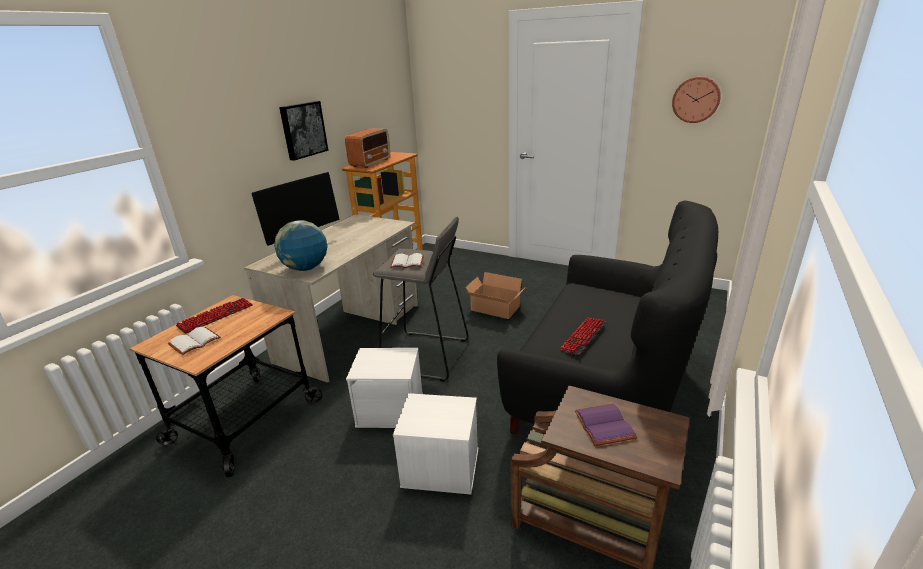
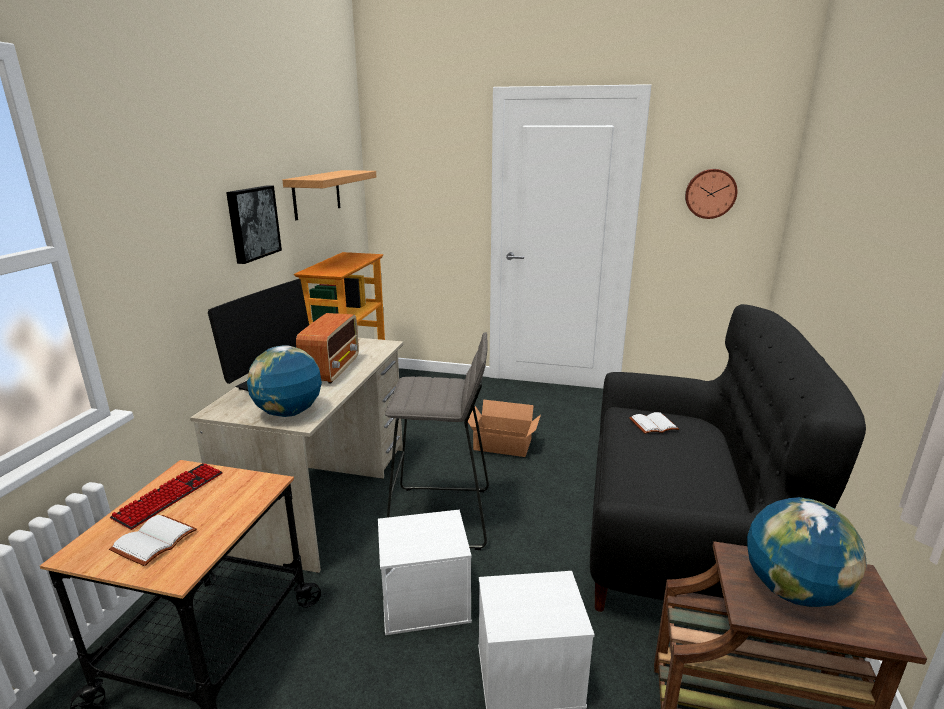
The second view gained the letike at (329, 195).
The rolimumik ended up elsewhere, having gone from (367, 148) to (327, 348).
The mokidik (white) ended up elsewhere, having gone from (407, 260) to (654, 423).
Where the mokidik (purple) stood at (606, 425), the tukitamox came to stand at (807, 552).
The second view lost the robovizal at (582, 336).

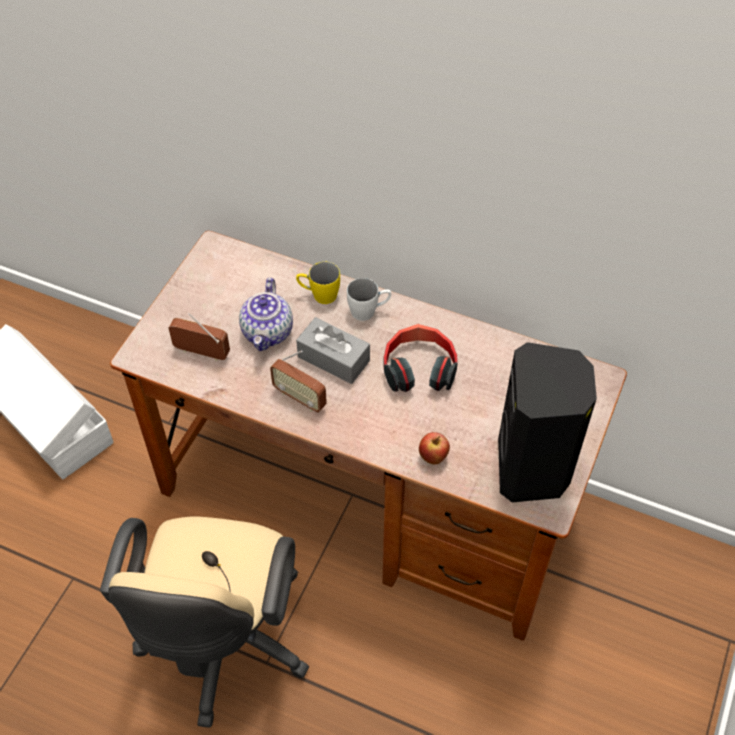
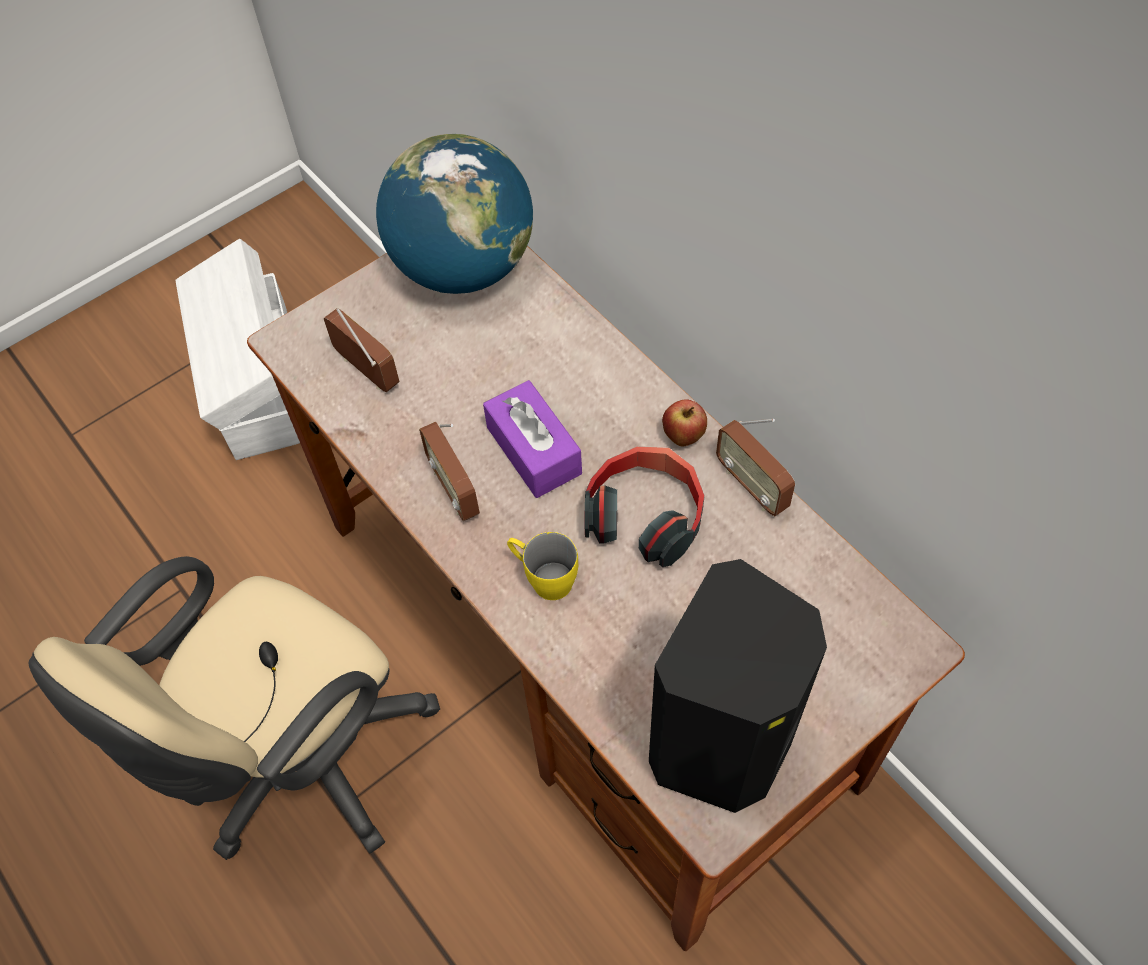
The second view gained the tukitamox at (454, 214).
What was the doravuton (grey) at (333, 350) turned into the doravuton (purple) at (532, 439).
The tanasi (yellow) ended up elsewhere, having gone from (318, 283) to (542, 566).
The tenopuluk ended up elsewhere, having gone from (434, 448) to (684, 422).
The second view gained the rolimumik at (755, 467).
The second view lost the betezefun at (266, 314).
The second view lost the tanasi (white) at (369, 299).

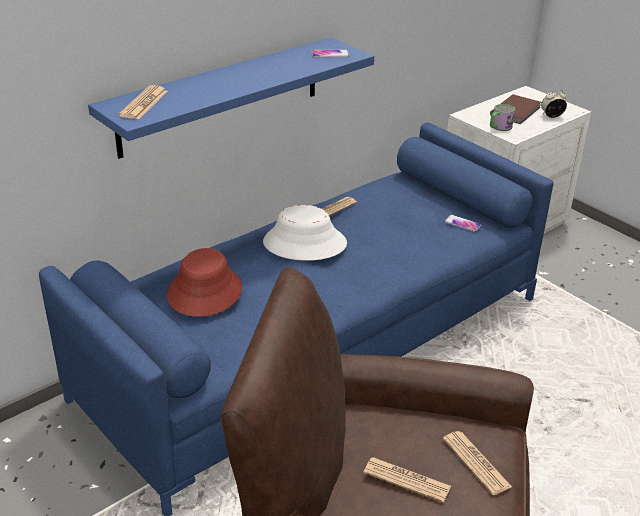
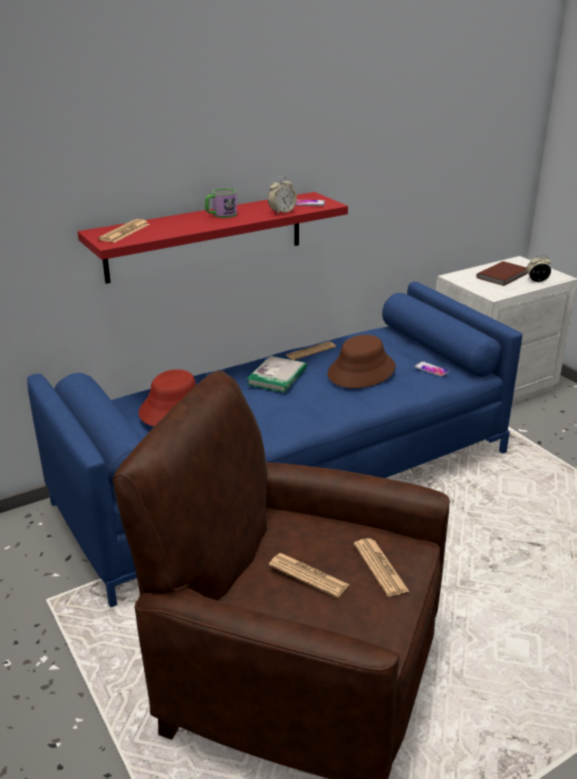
What was the letike (blue) at (231, 98) turned into the letike (red) at (213, 238).
The tanasi ended up elsewhere, having gone from (502, 117) to (221, 203).
Where the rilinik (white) stood at (305, 233), the mokidik came to stand at (277, 374).
The second view gained the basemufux at (282, 195).
The second view gained the rilinik (brown) at (361, 361).

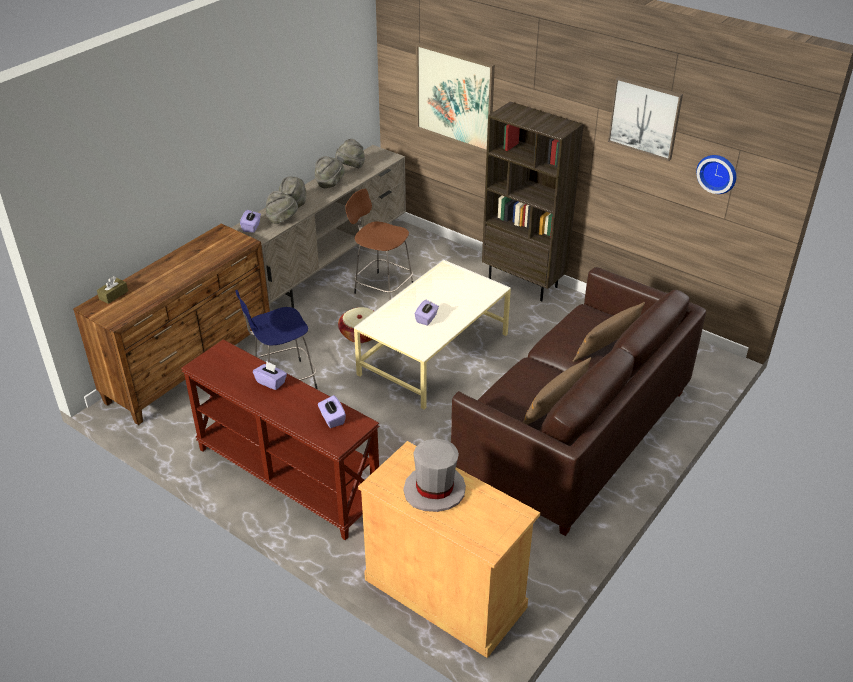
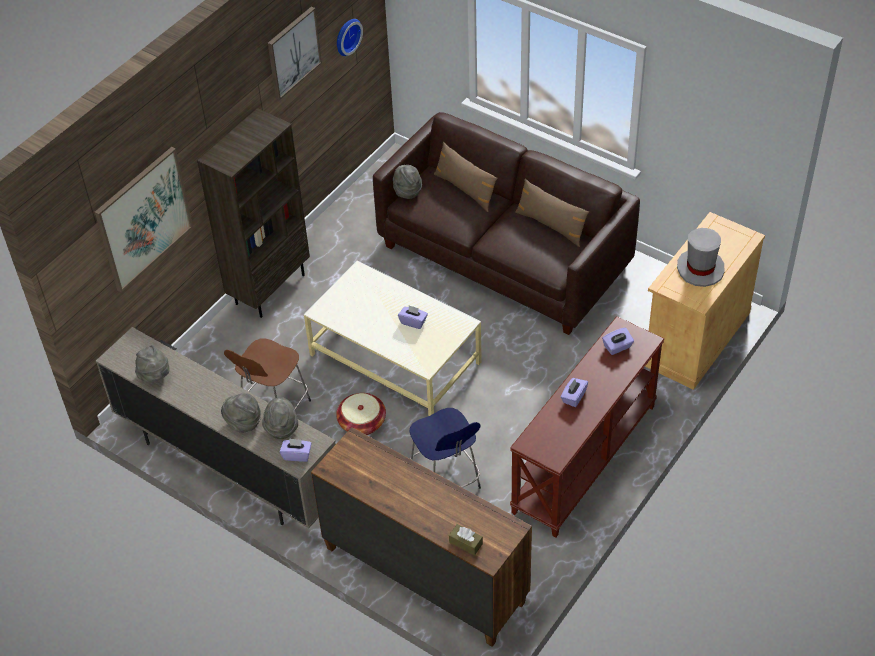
The rilinik (grey) ended up elsewhere, having gone from (330, 172) to (407, 182).

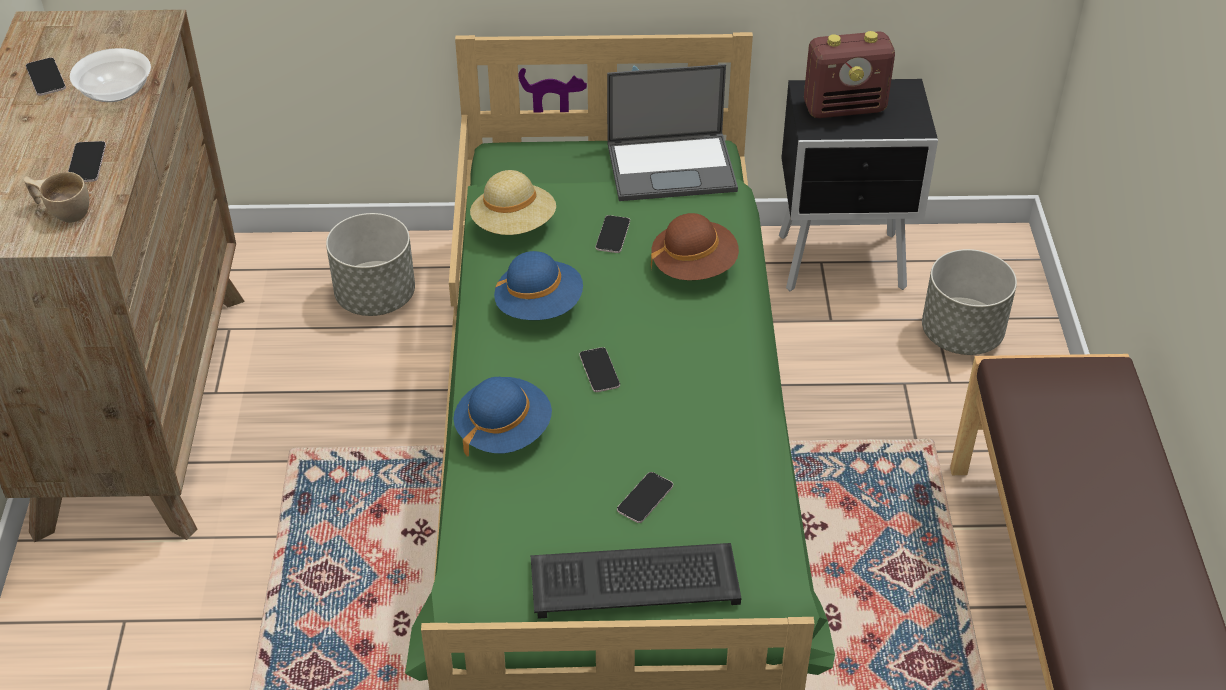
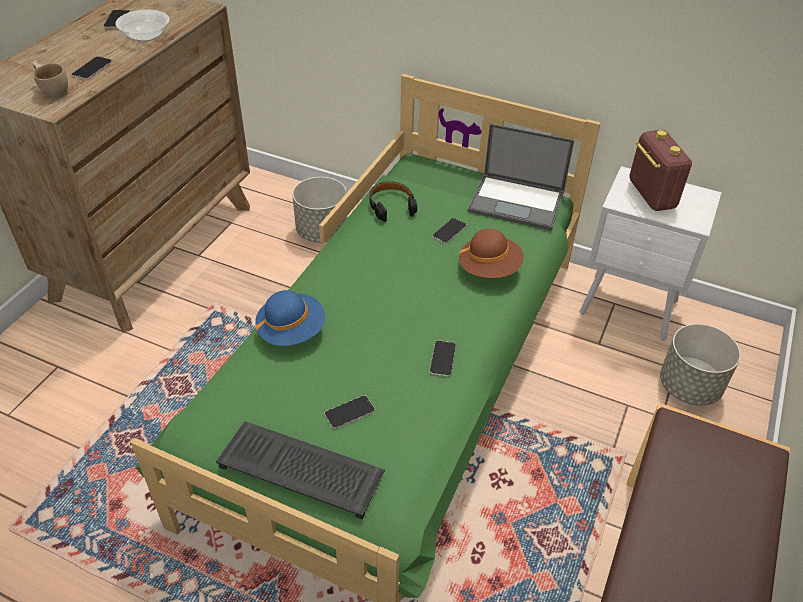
Where the rilinik (beige) stood at (513, 202), the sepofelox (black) came to stand at (393, 201).
The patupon ended up elsewhere, having gone from (599, 369) to (443, 358).
What was the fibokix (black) at (858, 185) turned into the fibokix (white) at (650, 253).
The rolimumik at (849, 74) ended up facing another way, 120 degrees counterclockwise from before.
The second view lost the rilinik (blue) at (538, 285).

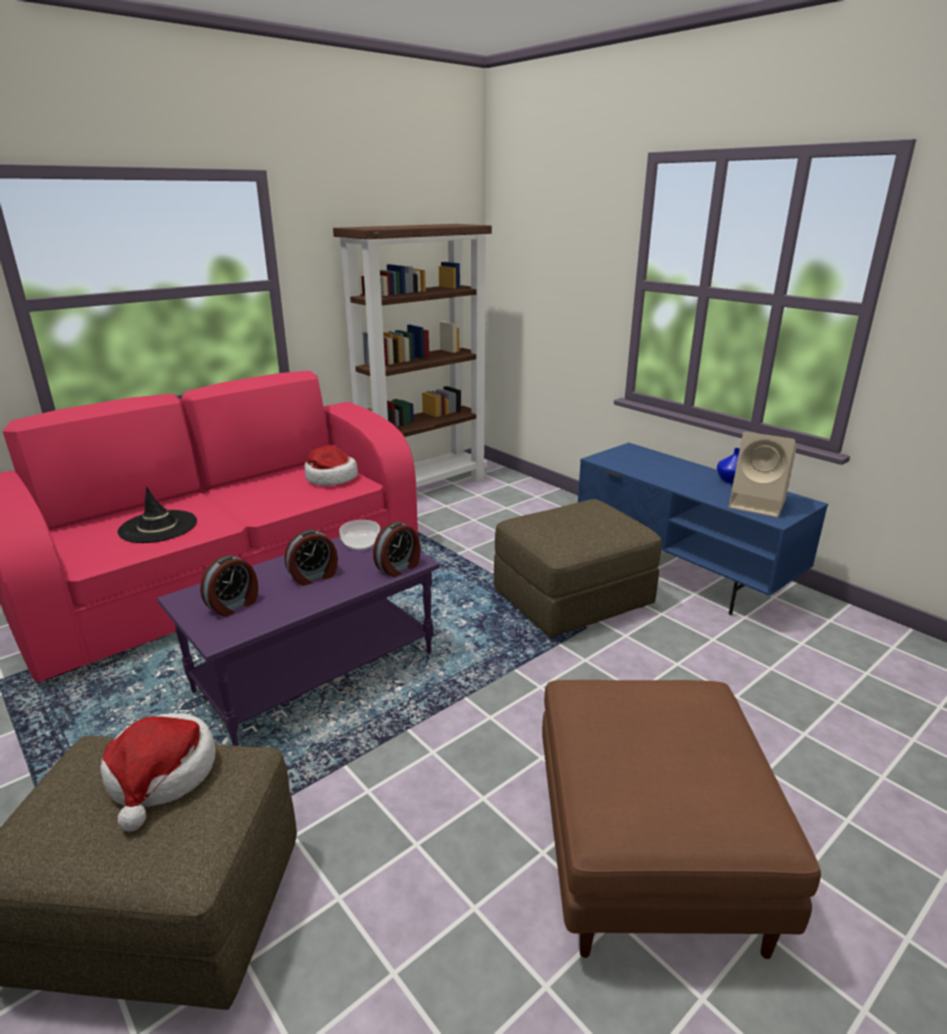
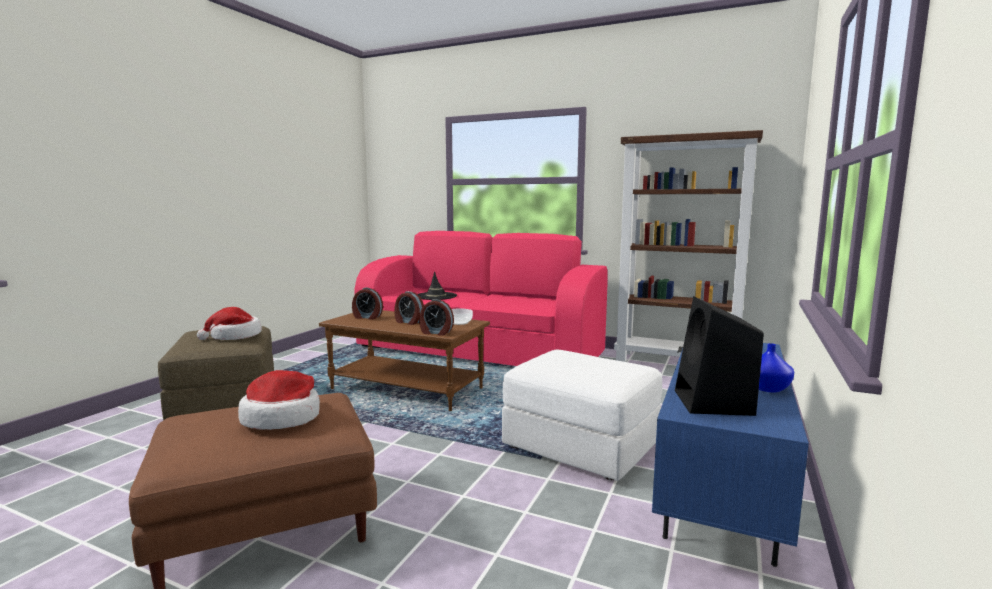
The rilinik ended up elsewhere, having gone from (331, 465) to (279, 400).
What was the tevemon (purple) at (298, 637) turned into the tevemon (brown) at (404, 360).
What was the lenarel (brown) at (578, 568) turned into the lenarel (white) at (582, 415).
What was the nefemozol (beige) at (763, 474) turned into the nefemozol (black) at (719, 356).

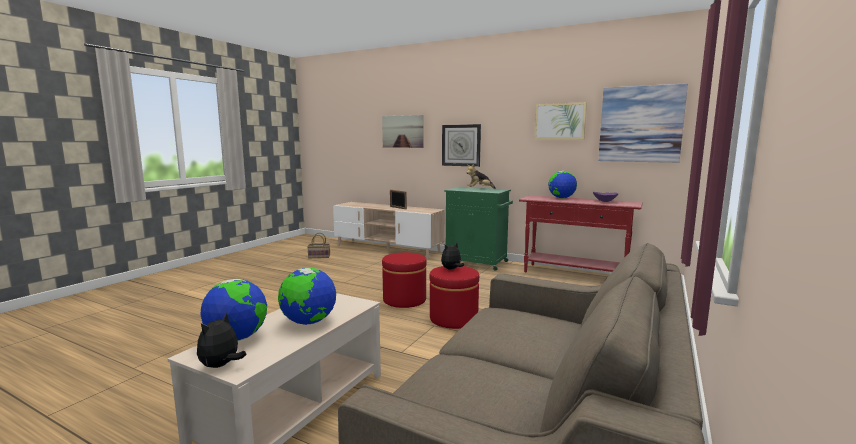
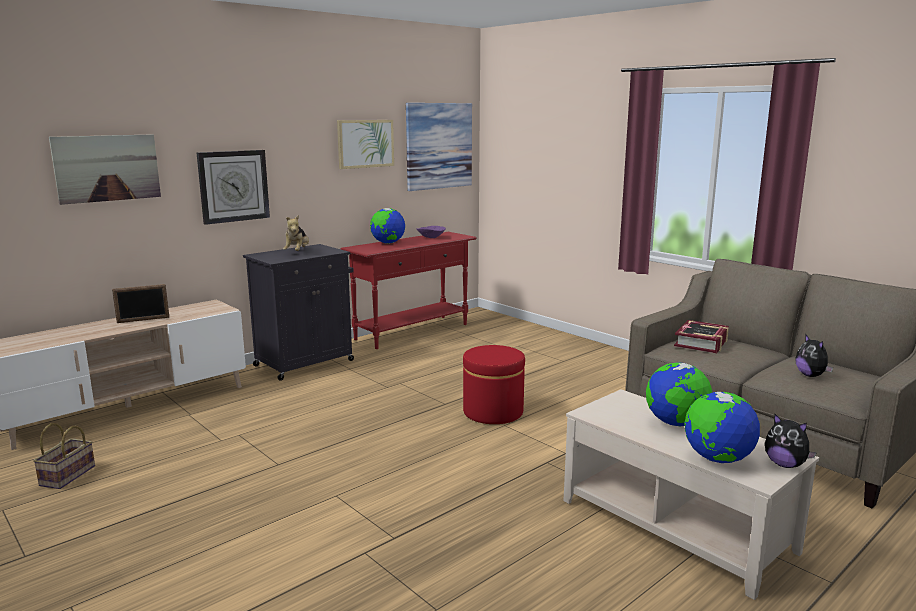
What was the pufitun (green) at (478, 229) turned into the pufitun (black) at (298, 312).
The second view gained the mokidik at (701, 336).
The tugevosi ended up elsewhere, having gone from (452, 256) to (814, 355).
The second view lost the lenarel (red) at (404, 280).

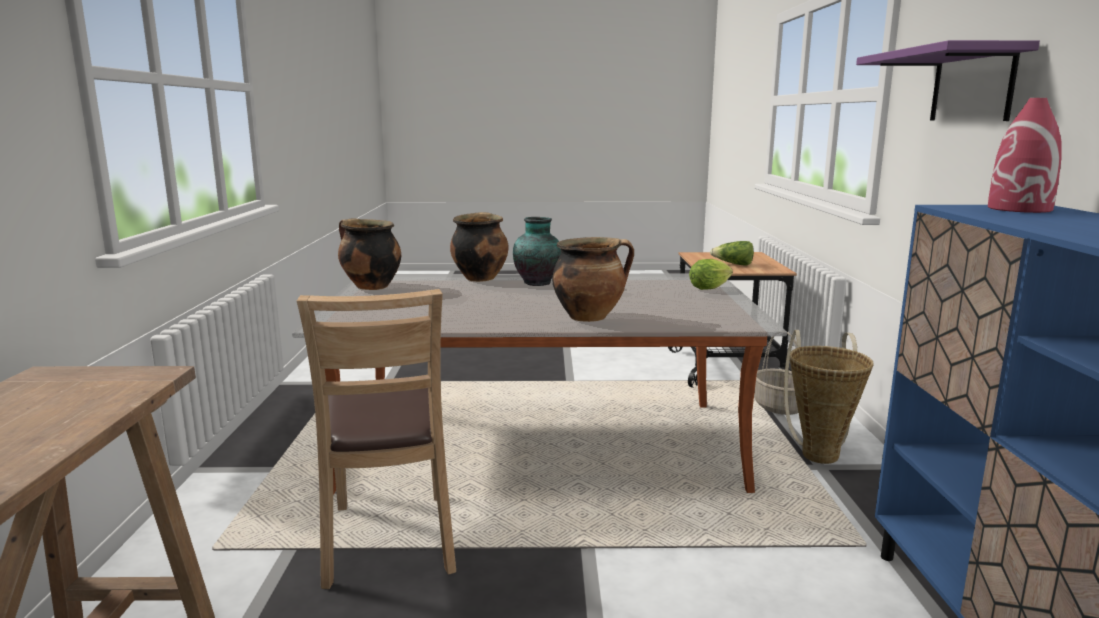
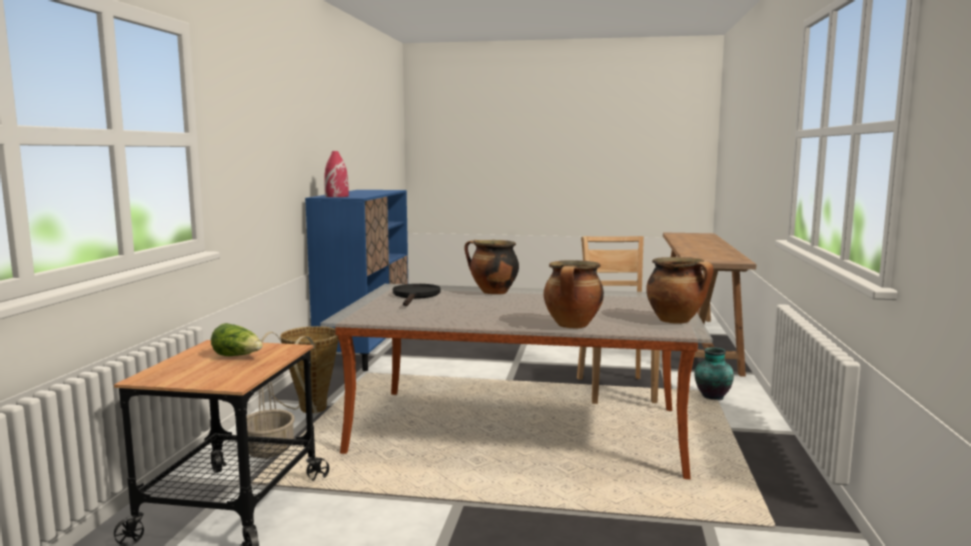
The second view gained the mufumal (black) at (417, 295).
The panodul ended up elsewhere, having gone from (537, 251) to (714, 373).
The second view lost the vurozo at (711, 274).
The second view lost the letike (purple) at (948, 80).

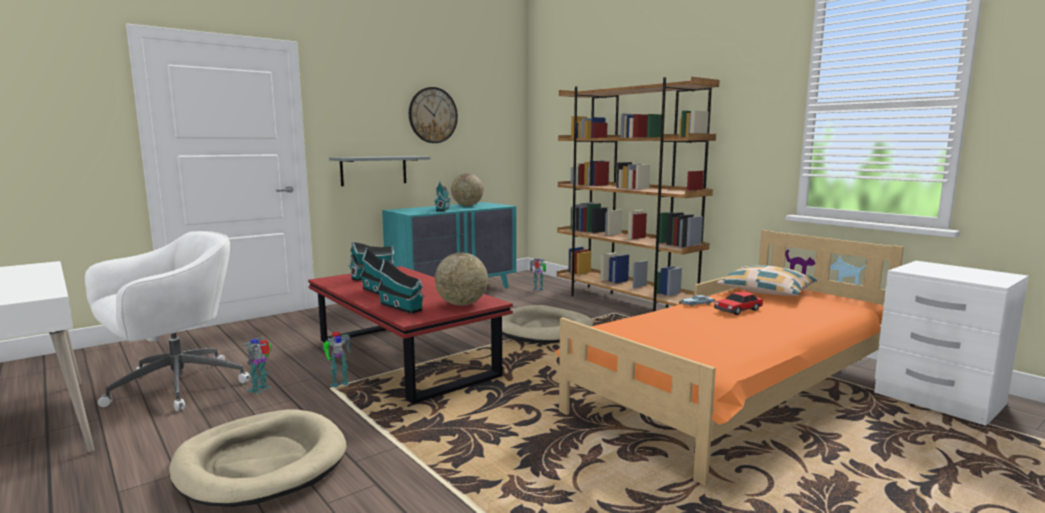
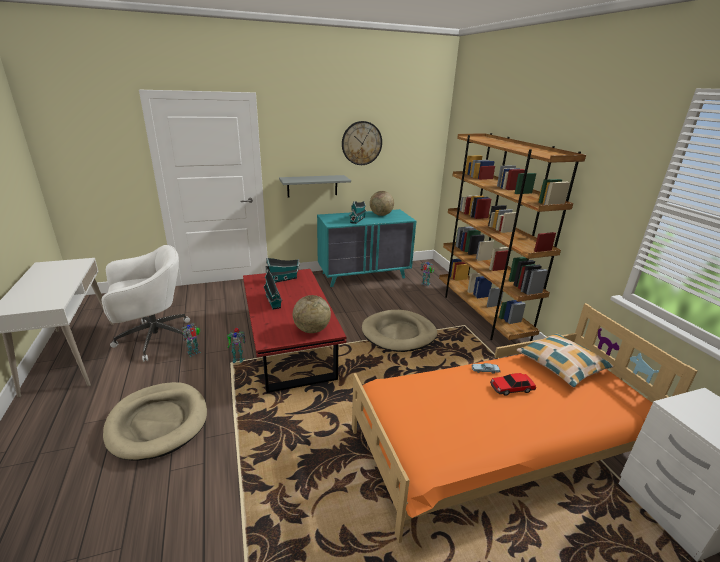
The second view lost the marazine at (401, 286).

